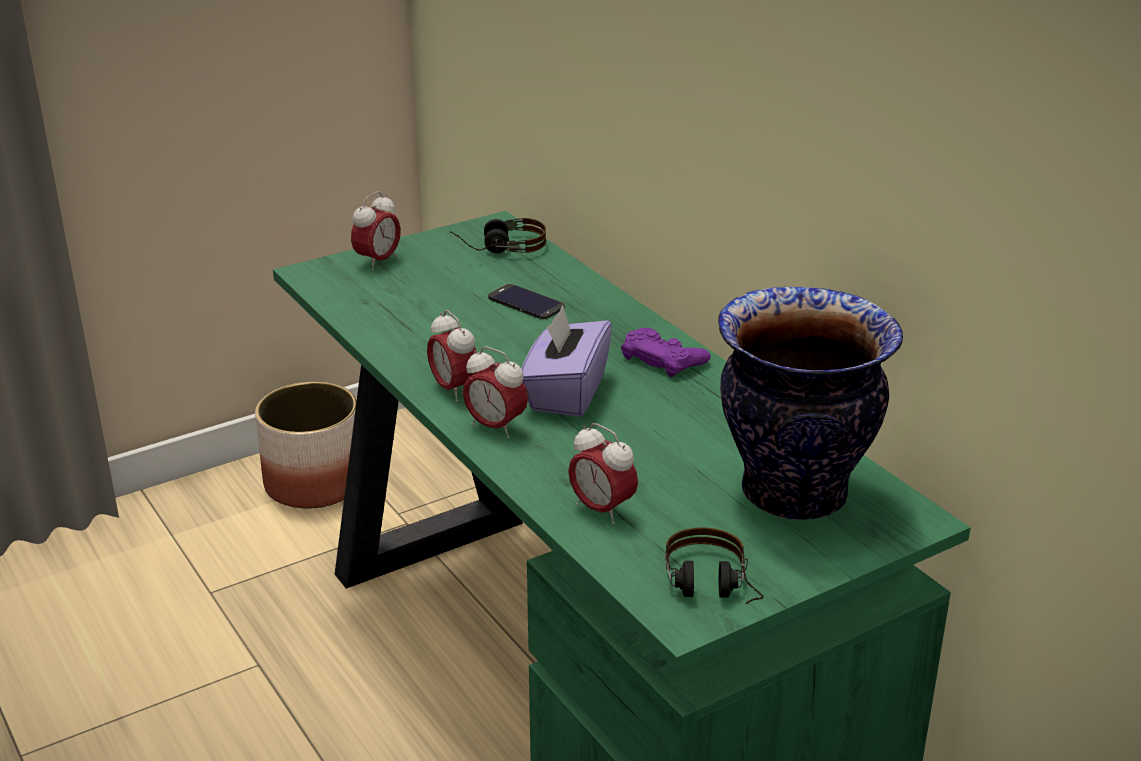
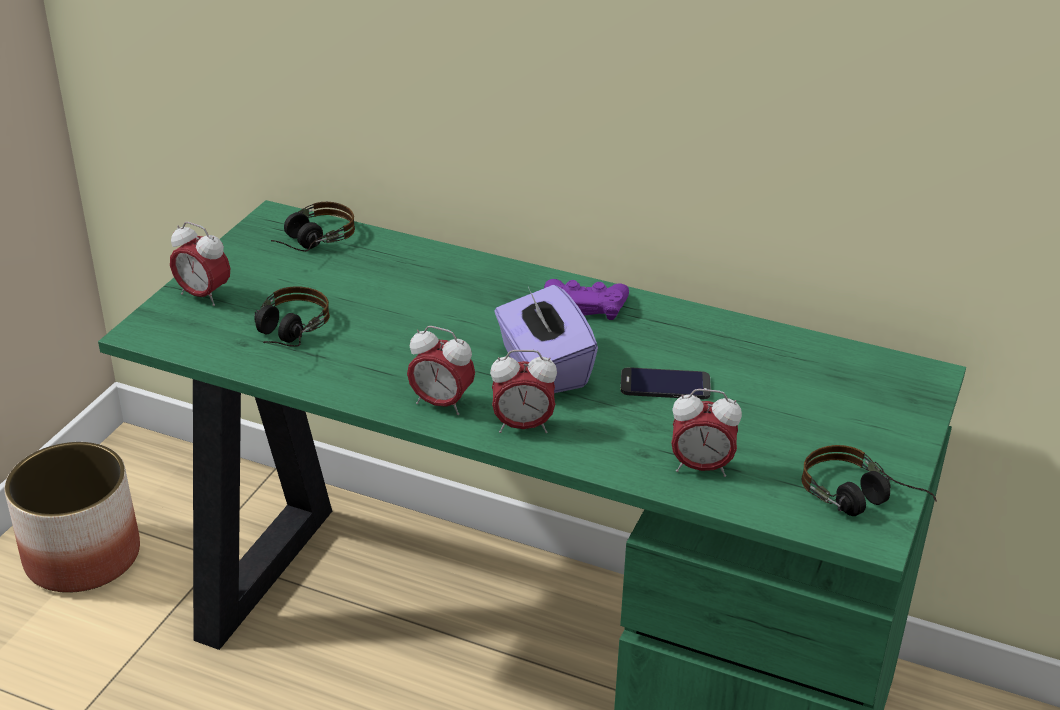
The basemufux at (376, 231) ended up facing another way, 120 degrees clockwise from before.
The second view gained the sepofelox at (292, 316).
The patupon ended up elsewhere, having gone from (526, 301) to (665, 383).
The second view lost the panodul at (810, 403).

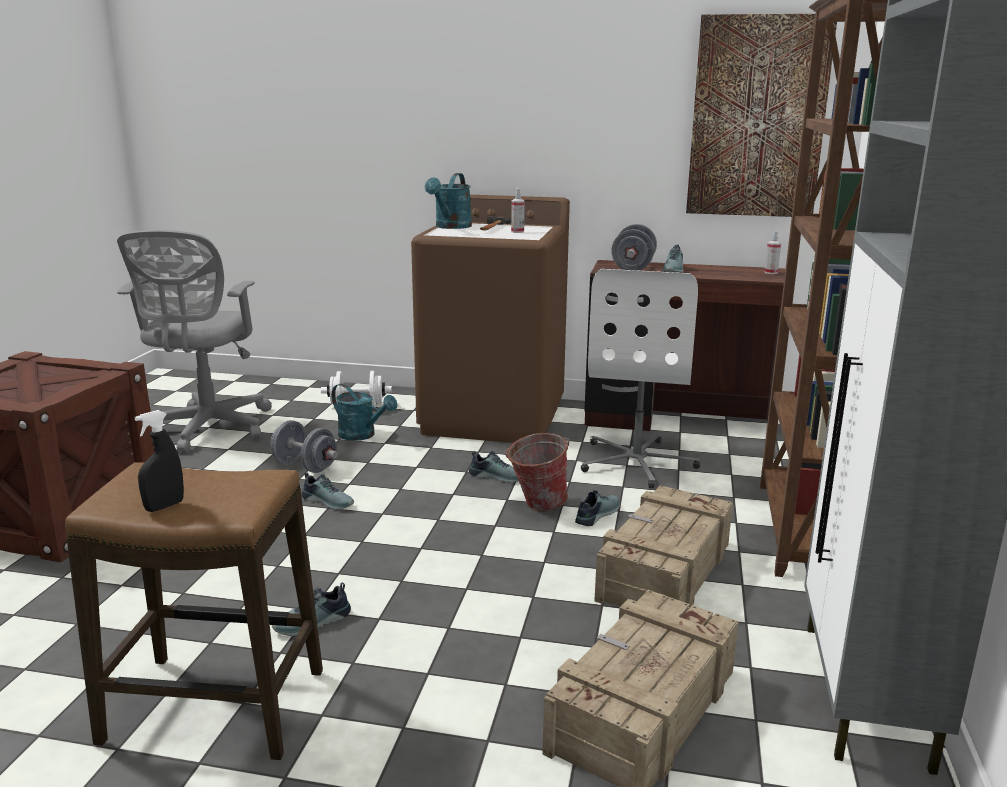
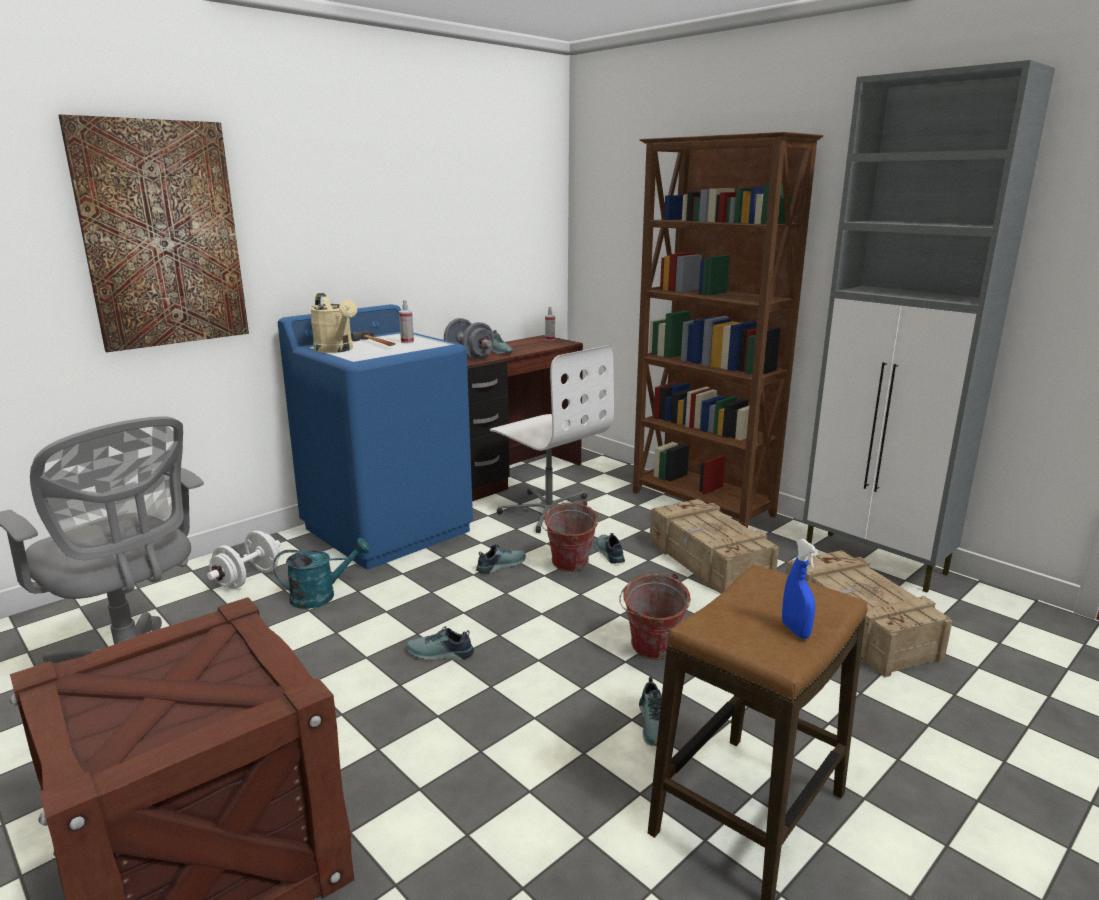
The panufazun ended up elsewhere, having gone from (761, 115) to (153, 233).
What was the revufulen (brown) at (490, 319) turned into the revufulen (blue) at (375, 436).
What was the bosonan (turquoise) at (448, 201) turned into the bosonan (beige) at (333, 323).
The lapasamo at (327, 491) ended up facing another way, 150 degrees counterclockwise from before.
The second view gained the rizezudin at (655, 616).
What was the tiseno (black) at (159, 461) turned into the tiseno (blue) at (800, 589).
The second view lost the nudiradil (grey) at (304, 446).

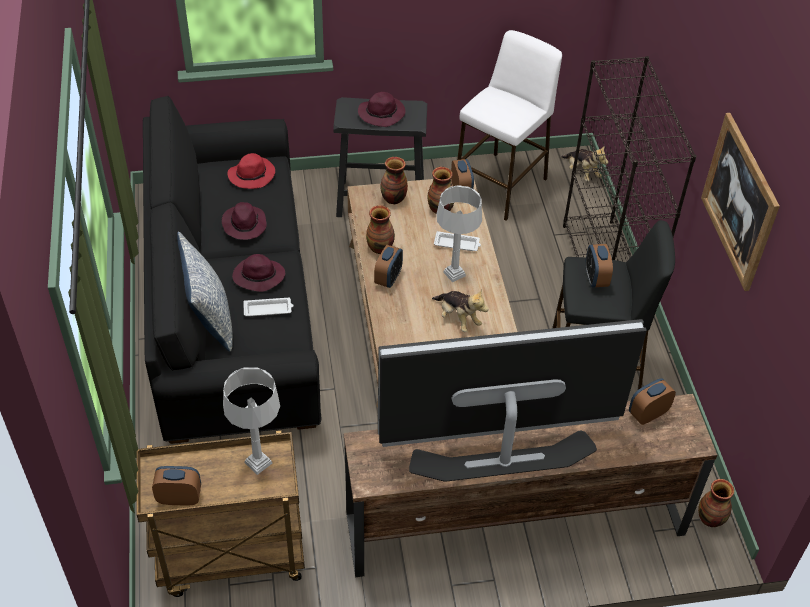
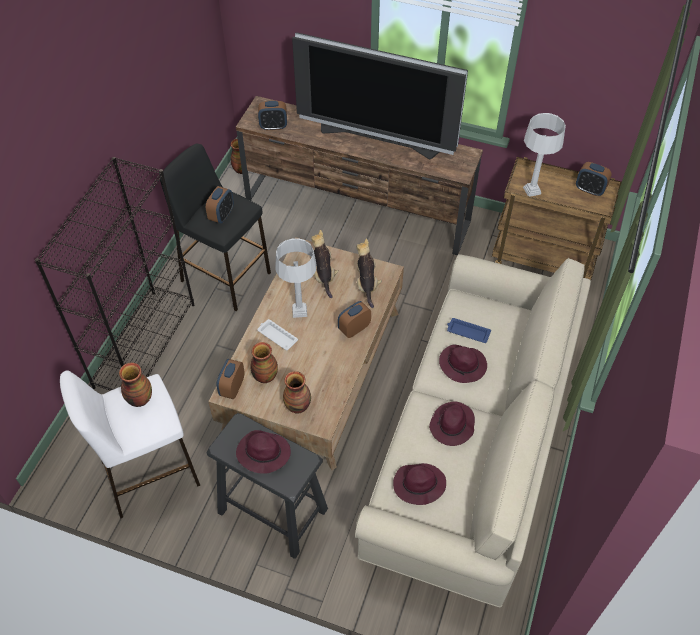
The panodul ended up elsewhere, having gone from (380, 229) to (135, 385).
What was the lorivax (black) at (232, 270) turned into the lorivax (beige) at (473, 430).
The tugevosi ended up elsewhere, having gone from (585, 163) to (369, 273).
What was the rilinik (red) at (251, 171) turned into the rilinik (purple) at (419, 484).
What was the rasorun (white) at (268, 307) turned into the rasorun (blue) at (469, 330).
The second view lost the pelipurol at (205, 291).
The second view lost the panufazun at (740, 202).

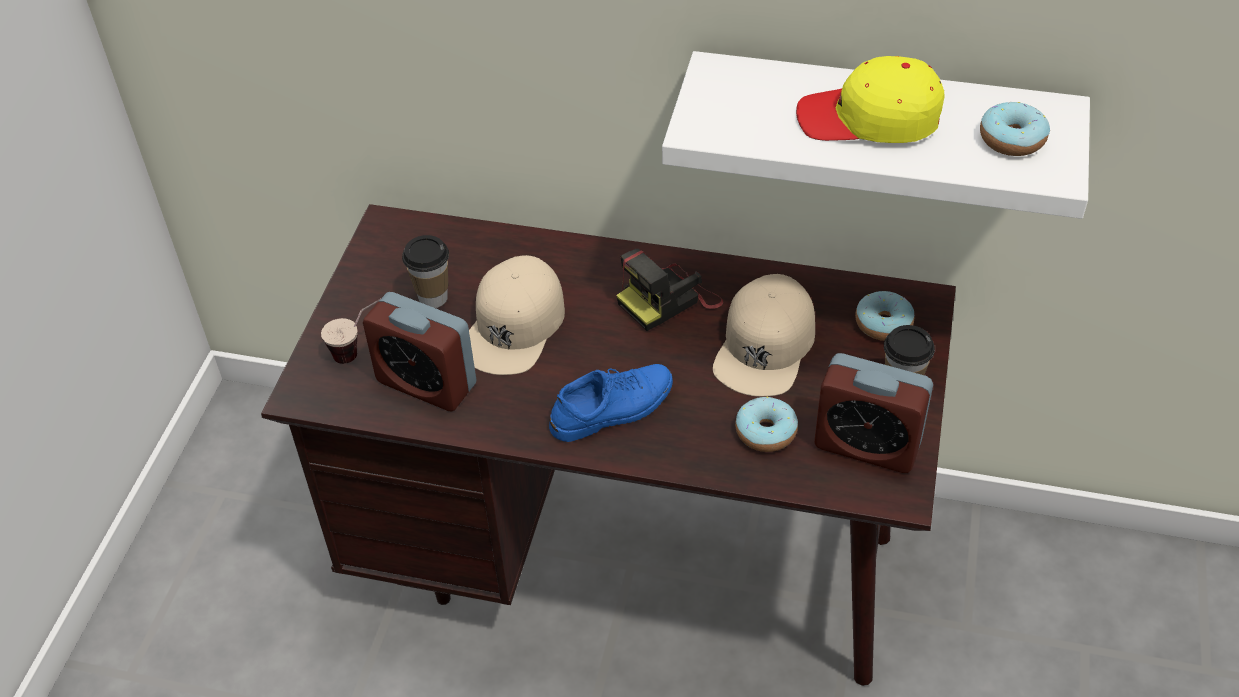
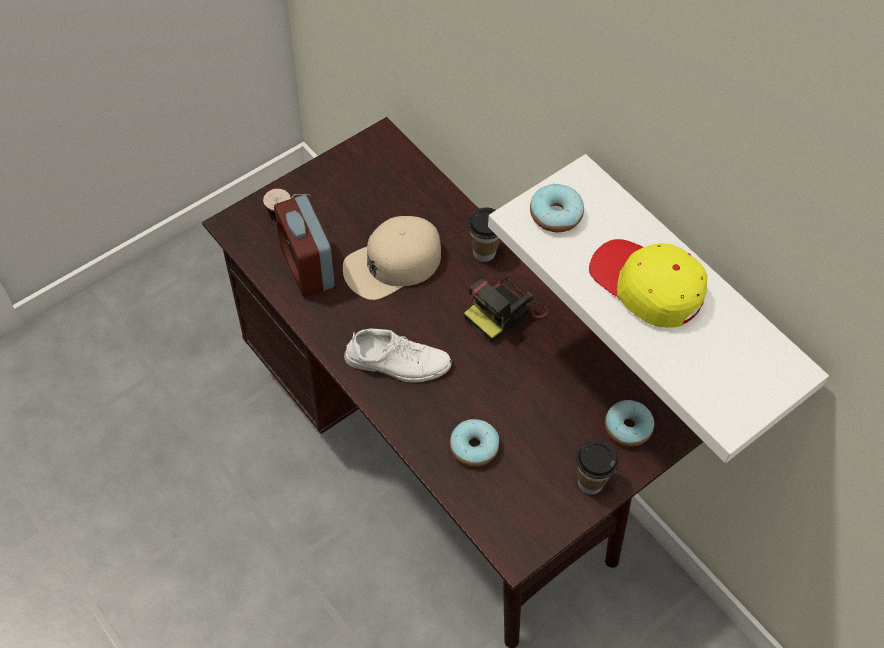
What was the lapasamo (blue) at (611, 403) turned into the lapasamo (white) at (398, 356).
The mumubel at (669, 290) ended up facing another way, 45 degrees counterclockwise from before.
The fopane ended up elsewhere, having gone from (425, 271) to (484, 234).
The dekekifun ended up elsewhere, having gone from (1015, 128) to (557, 208).
The second view lost the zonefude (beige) at (764, 335).
The second view lost the basemufux at (873, 413).

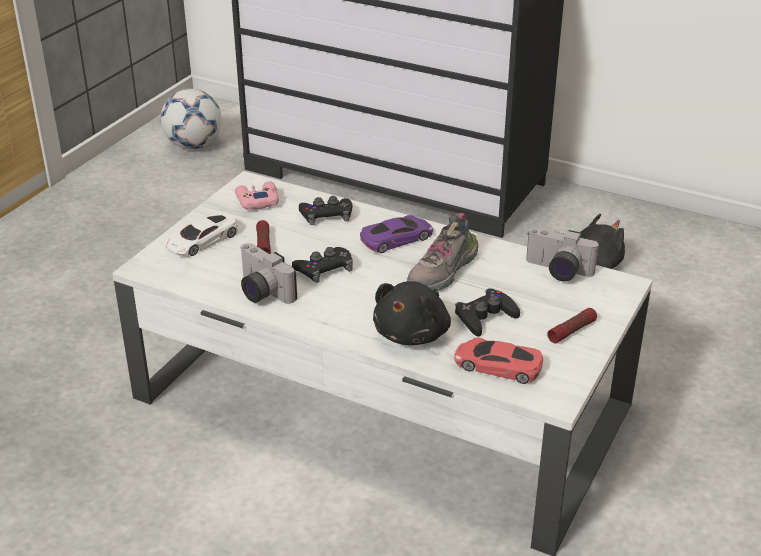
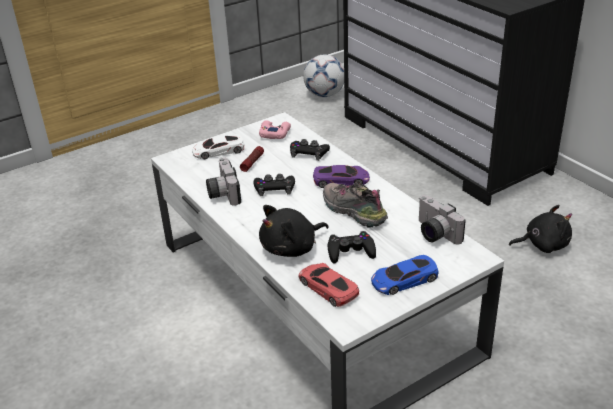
The lapasamo at (442, 252) ended up facing another way, 75 degrees clockwise from before.
Where the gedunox stood at (572, 325), the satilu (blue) came to stand at (405, 275).

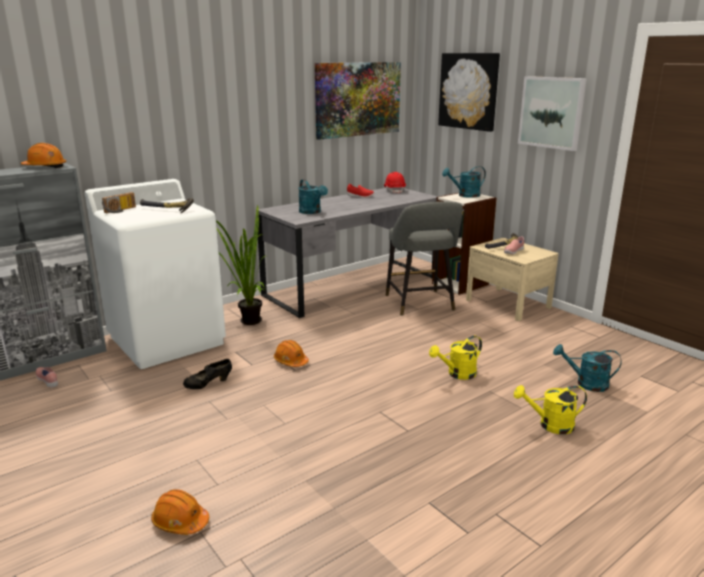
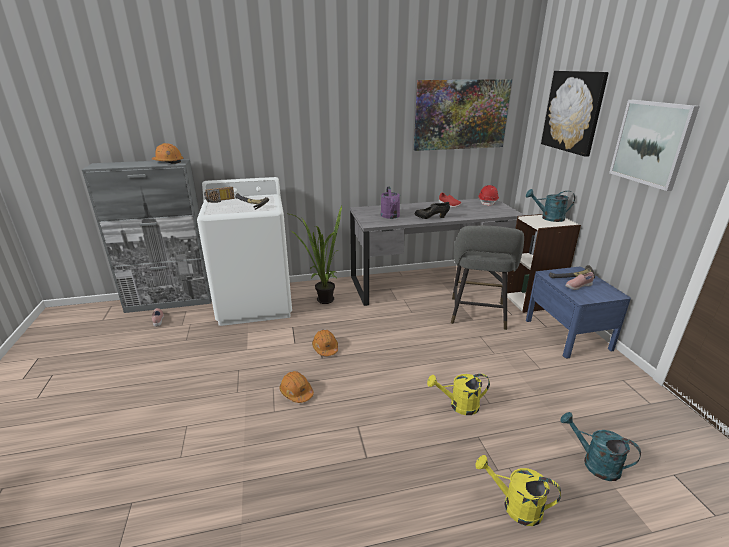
The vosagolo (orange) ended up elsewhere, having gone from (180, 512) to (297, 387).
What was the bosonan (turquoise) at (313, 196) turned into the bosonan (purple) at (390, 203).
The lapasamo (black) ended up elsewhere, having gone from (207, 374) to (432, 210).
What was the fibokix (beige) at (512, 279) turned into the fibokix (blue) at (578, 312).

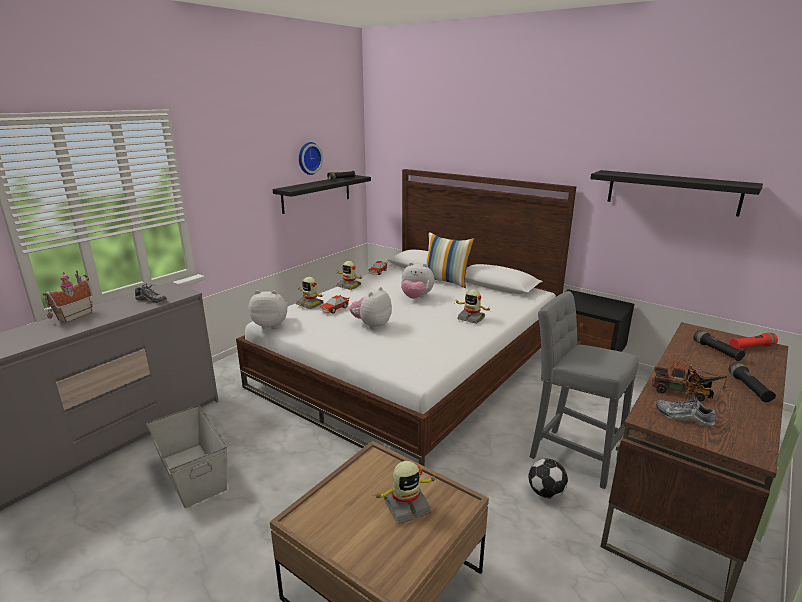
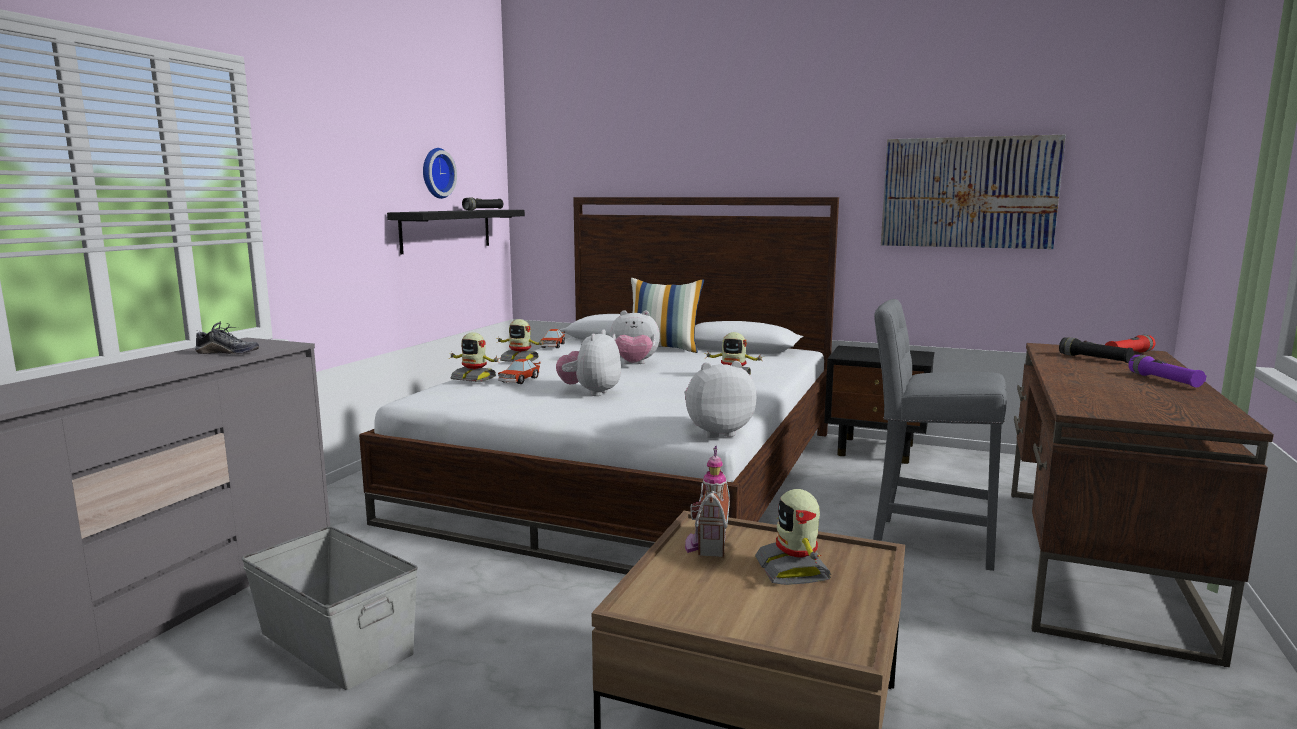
The tugevosi ended up elsewhere, having gone from (268, 309) to (720, 399).
The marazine ended up elsewhere, having gone from (68, 296) to (707, 502).
The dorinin at (406, 492) ended up facing another way, 120 degrees clockwise from before.
Where the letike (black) hung at (677, 193), the panufazun came to hang at (973, 192).
What was the gedunox (black) at (752, 382) turned into the gedunox (purple) at (1167, 371).
The second view lost the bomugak at (548, 478).
The second view lost the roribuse at (689, 380).
The second view lost the lapasamo at (686, 410).

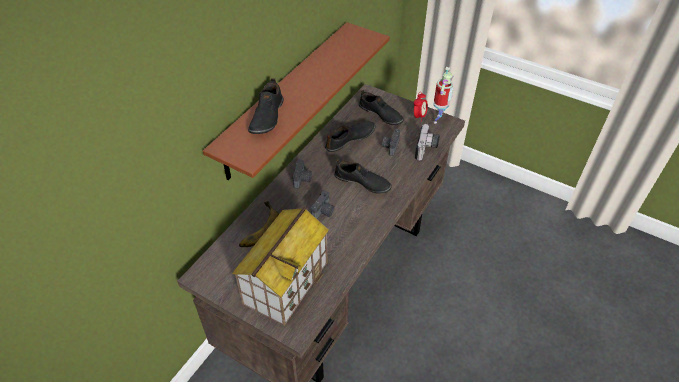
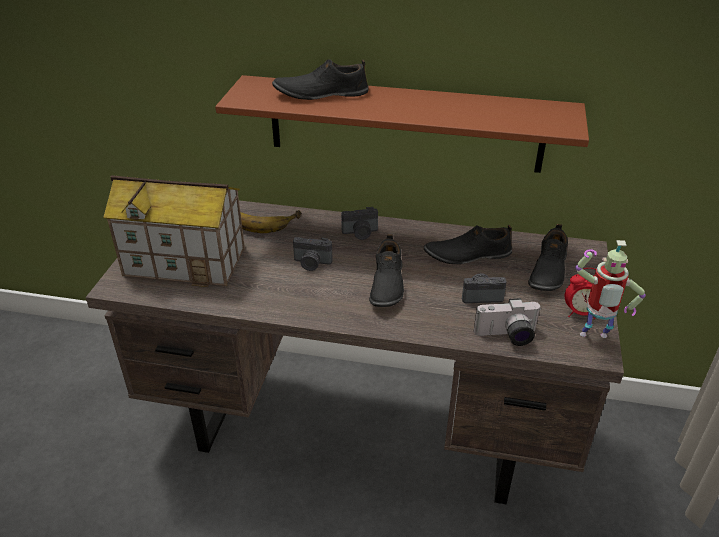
The lapasamo (black) at (350, 137) ended up facing another way, 135 degrees clockwise from before.

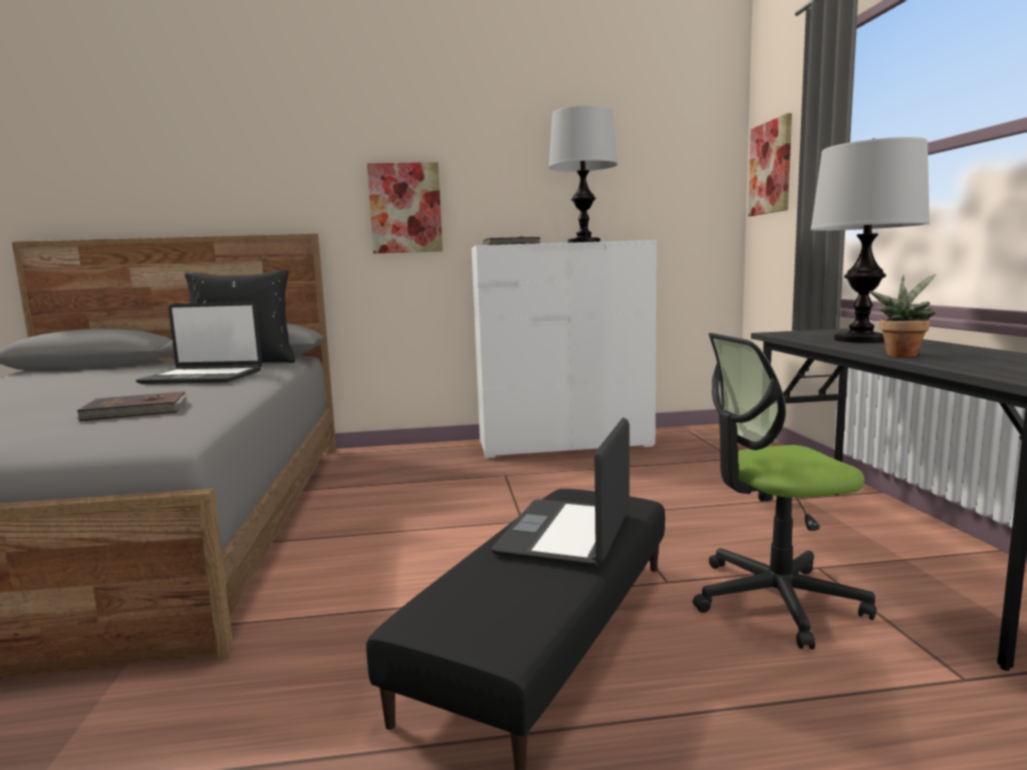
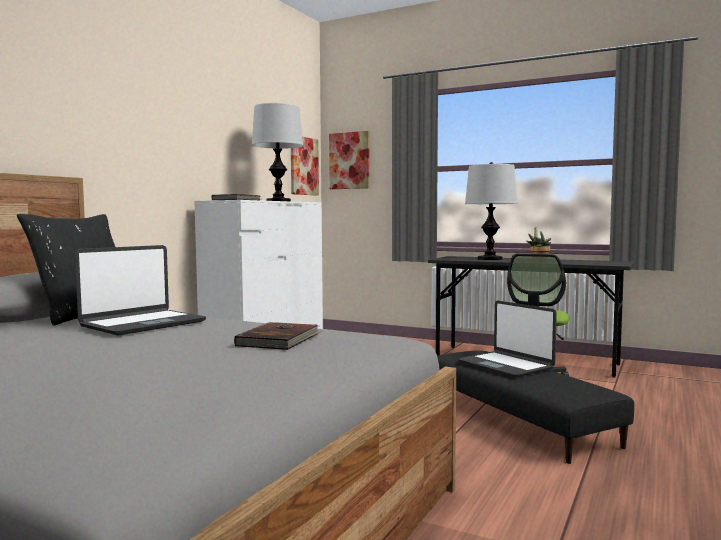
The panufazun ended up elsewhere, having gone from (405, 207) to (305, 166).

